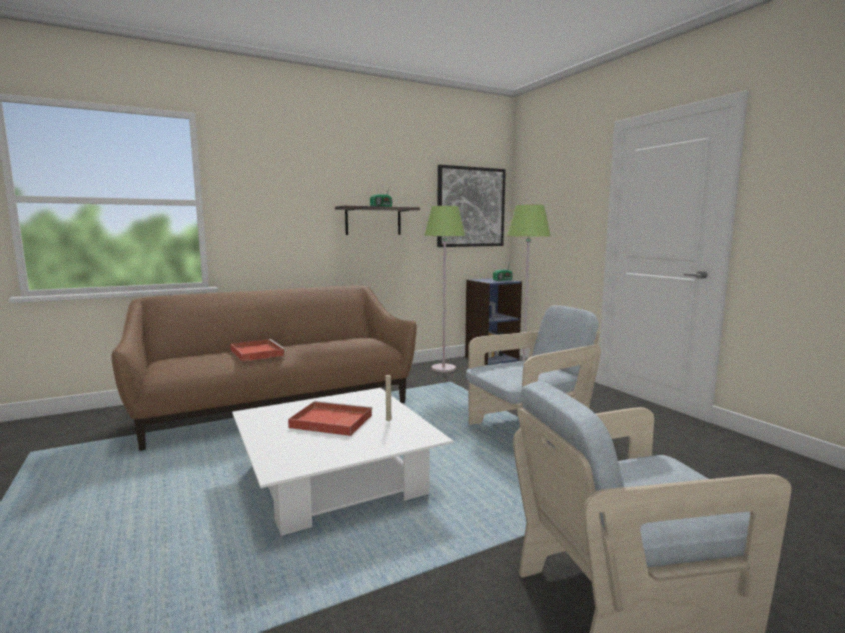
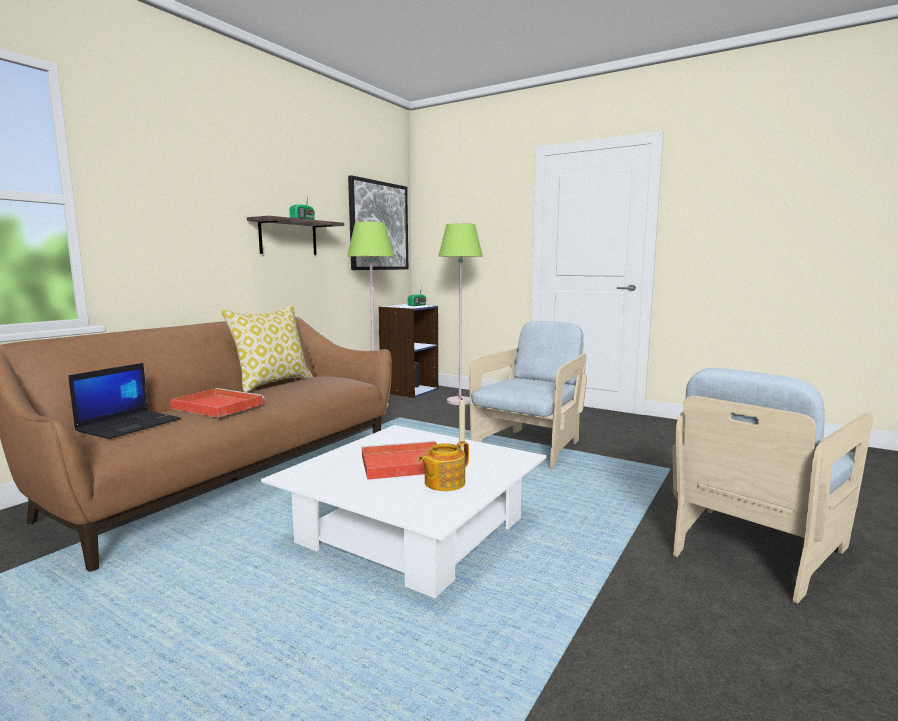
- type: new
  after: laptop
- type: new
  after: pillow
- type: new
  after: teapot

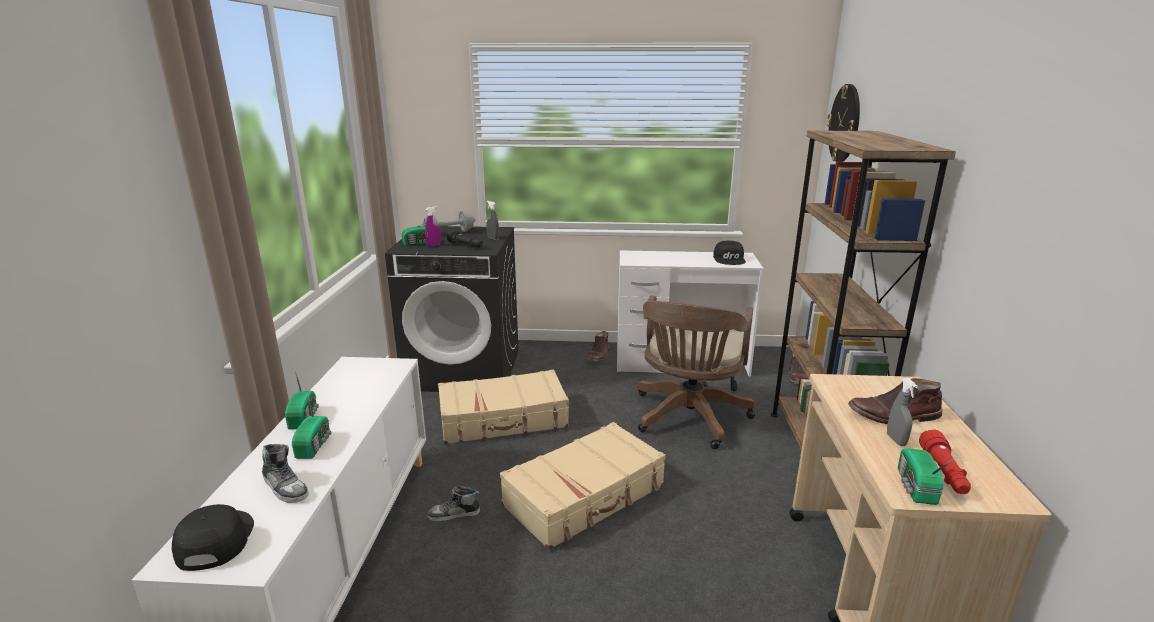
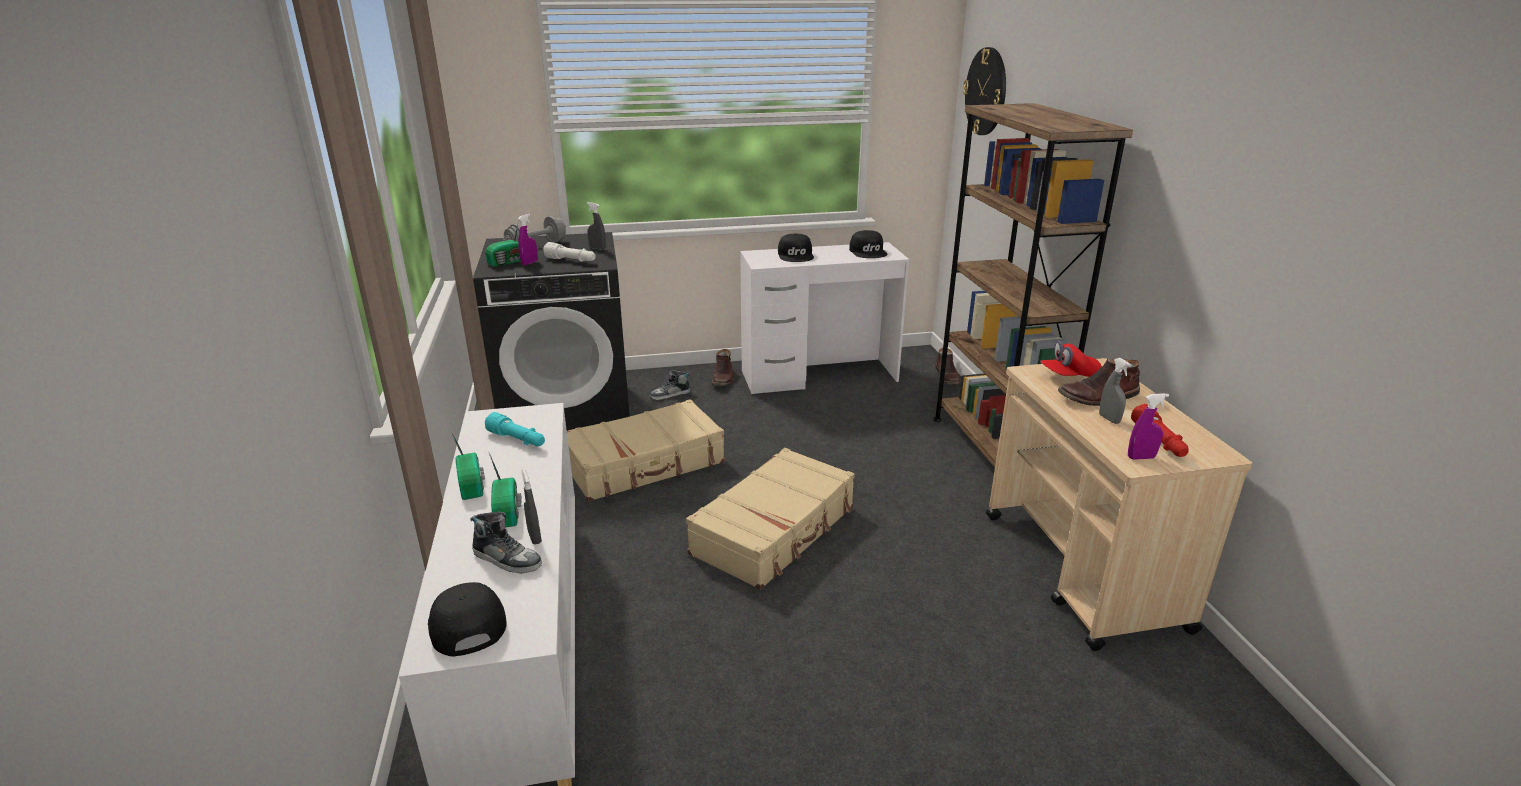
- type: shifted
  before: shoe (no. 2 from left)
- type: repainted
  before: black flashlight
  after: white flashlight
- type: gone
  before: brown office chair
- type: swapped
  before: radio (no. 4 from left)
  after: purple spray bottle (no. 2 from left)
- type: new
  after: turquoise flashlight
- type: new
  after: grey spray bottle (no. 1 from left)
- type: new
  after: black cap (no. 2 from left)
- type: new
  after: red cap

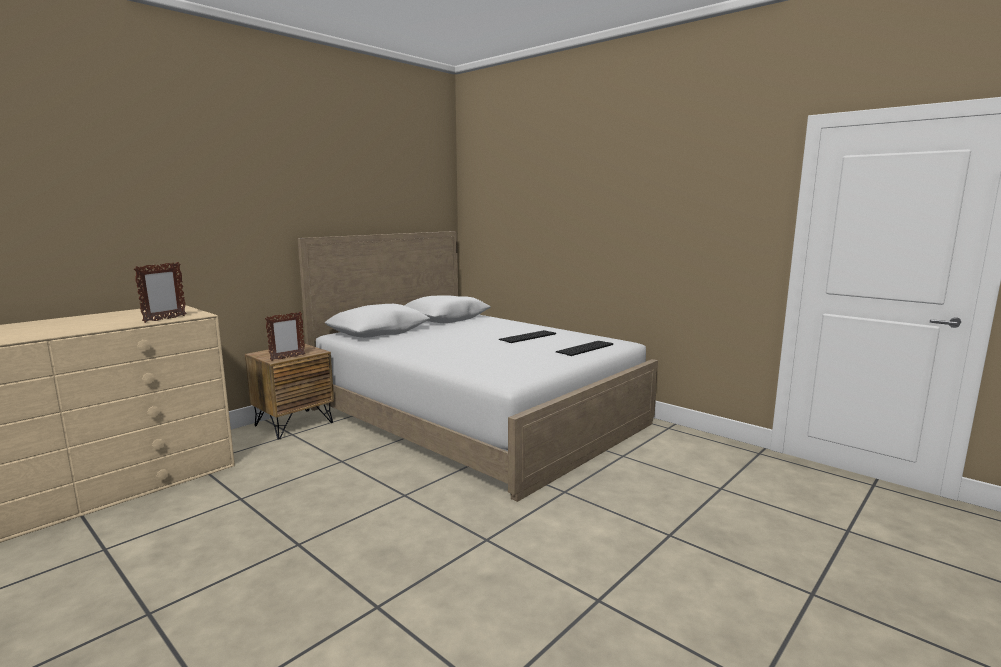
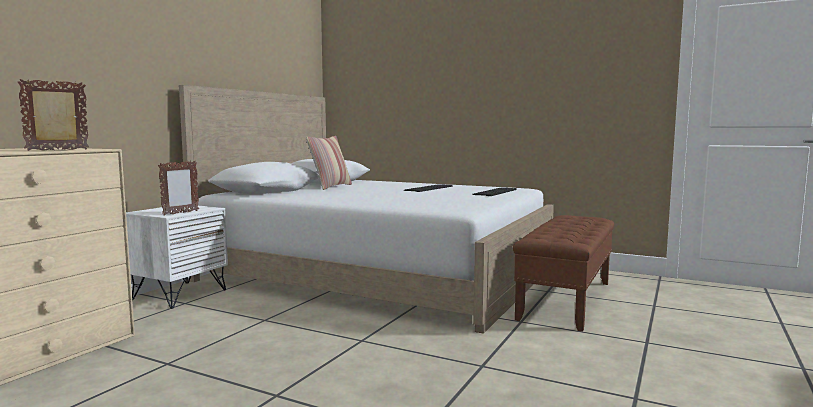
- type: rotated
  before: picture frame (no. 1 from left)
  turn: -135
- type: repainted
  before: brown nightstand
  after: white nightstand
- type: new
  after: pillow
- type: new
  after: brown bench

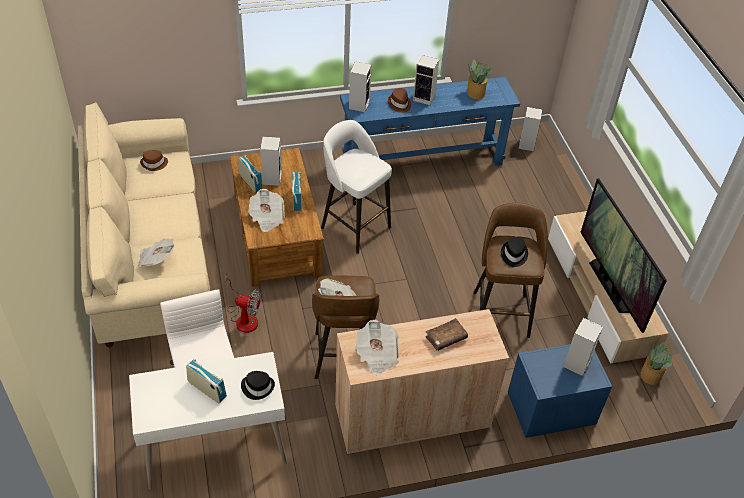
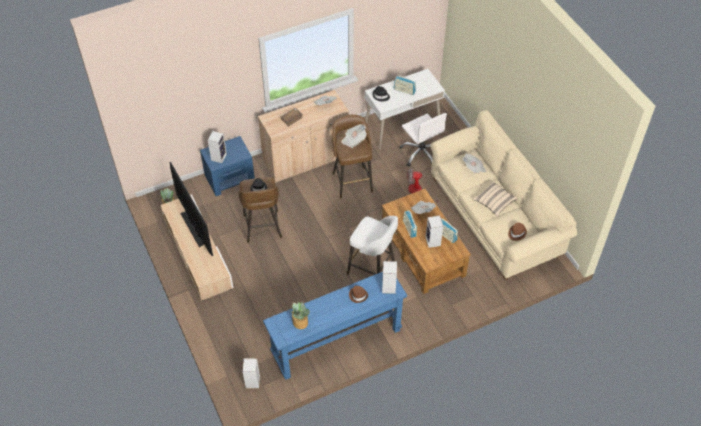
- type: gone
  before: speaker (no. 3 from left)
- type: new
  after: beige pillow

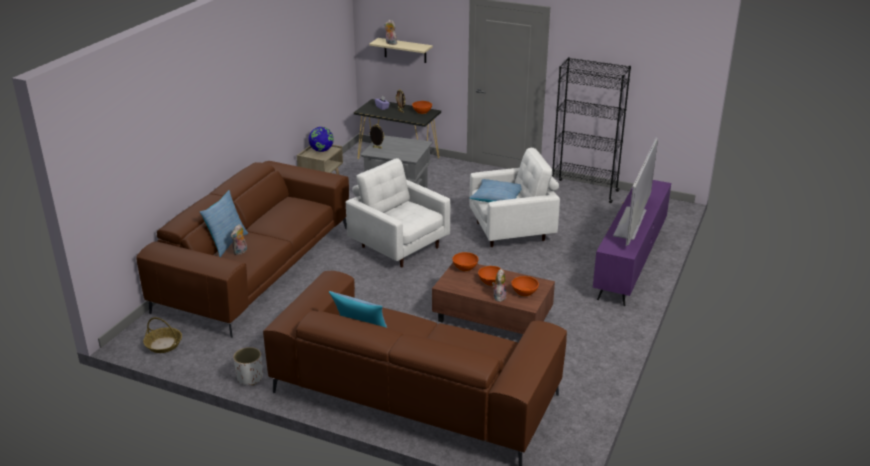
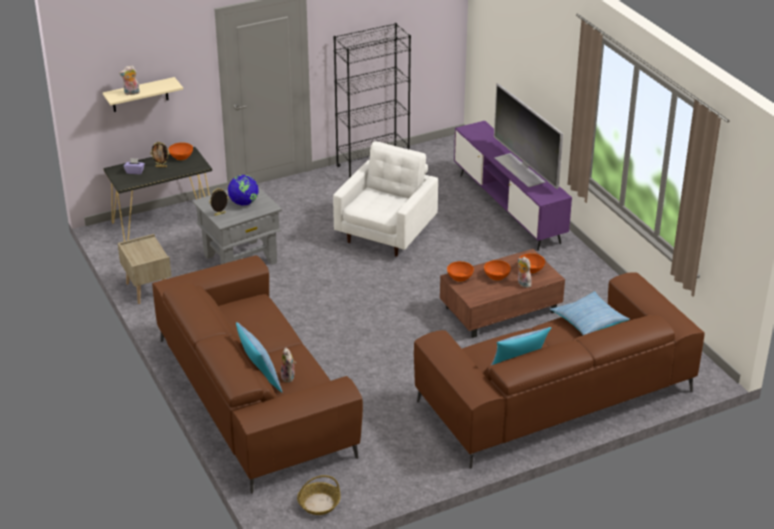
- type: gone
  before: white planter
- type: shifted
  before: globe
- type: gone
  before: white armchair (no. 1 from left)
- type: shifted
  before: pillow (no. 3 from left)

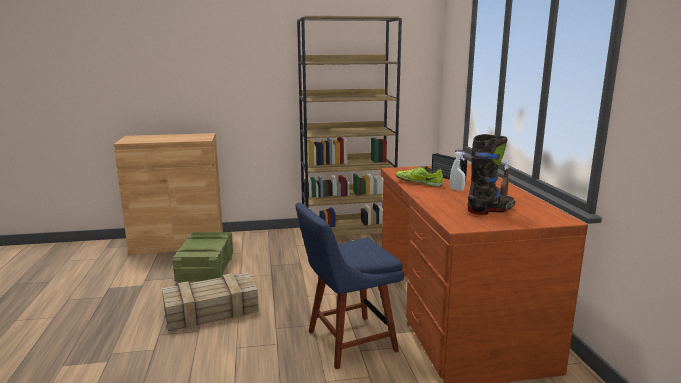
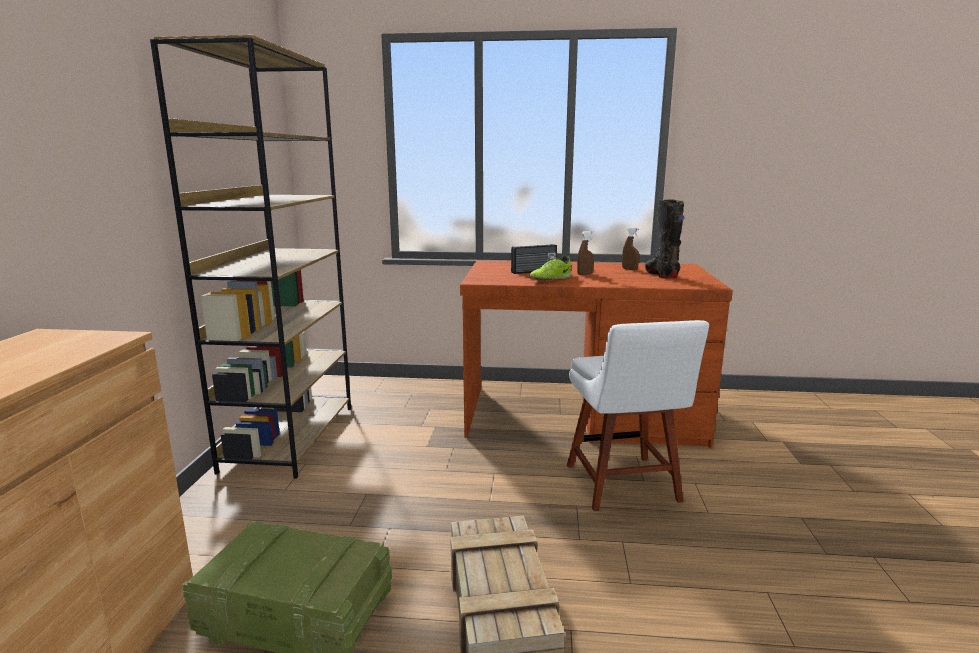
- type: repainted
  before: blue chair
  after: white chair
- type: repainted
  before: white spray bottle
  after: brown spray bottle (no. 1 from left)

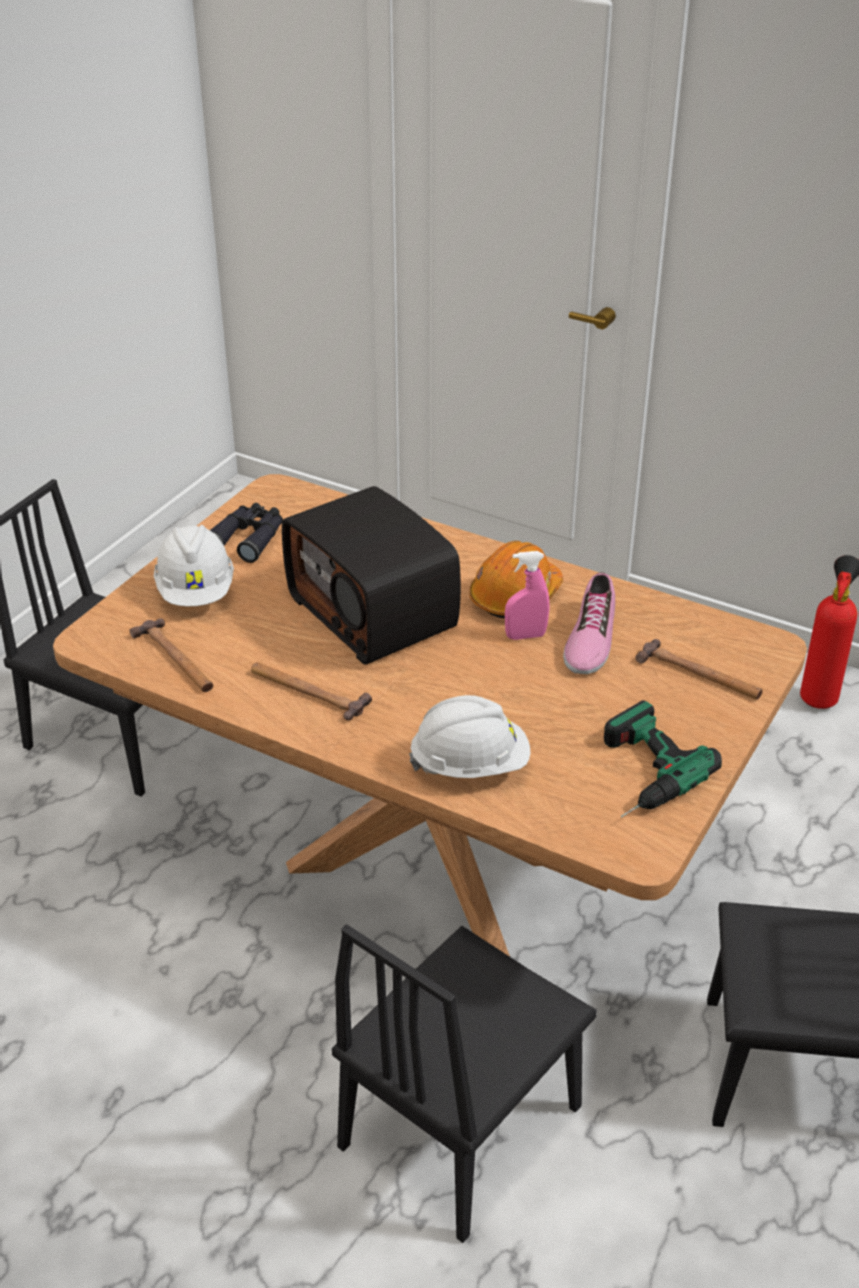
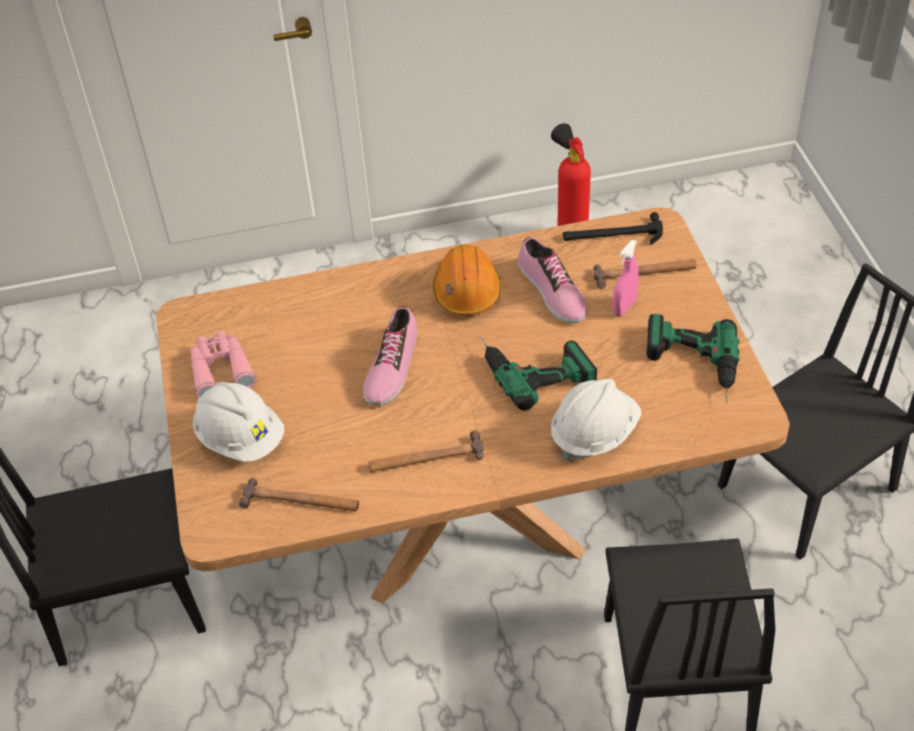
- type: repainted
  before: black binoculars
  after: pink binoculars
- type: swapped
  before: radio
  after: shoe (no. 1 from left)
- type: shifted
  before: pink spray bottle
- type: new
  after: power drill (no. 1 from left)
- type: new
  after: hammer (no. 3 from left)

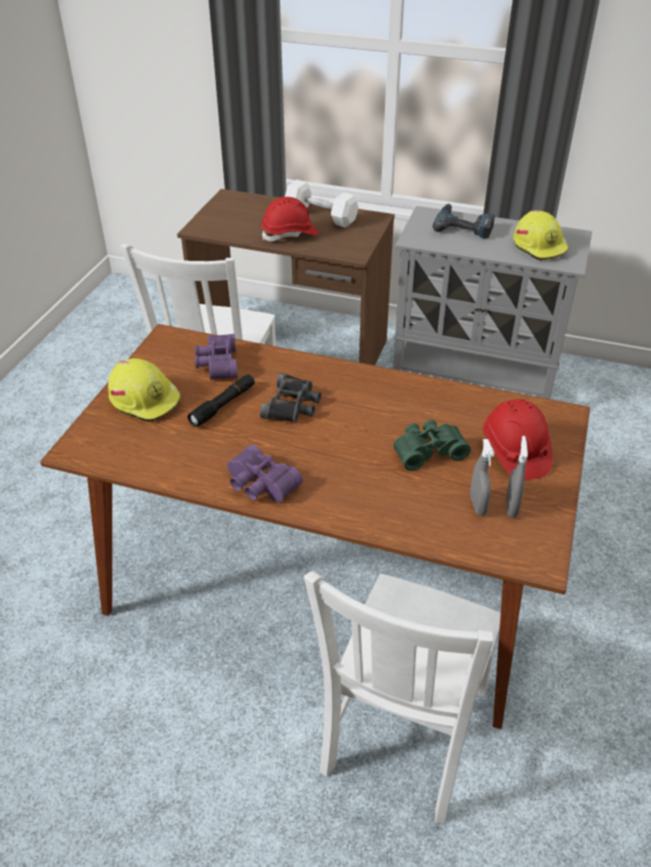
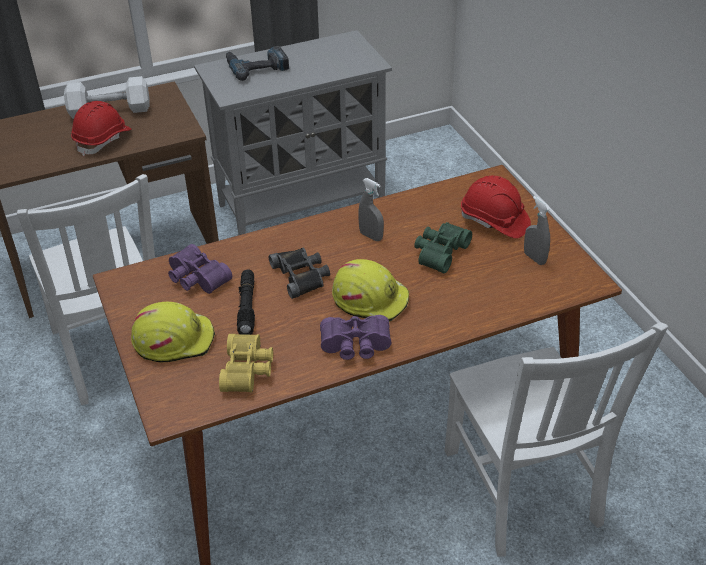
- type: shifted
  before: grey spray bottle (no. 1 from left)
- type: shifted
  before: yellow hard hat (no. 2 from left)
- type: new
  after: yellow binoculars

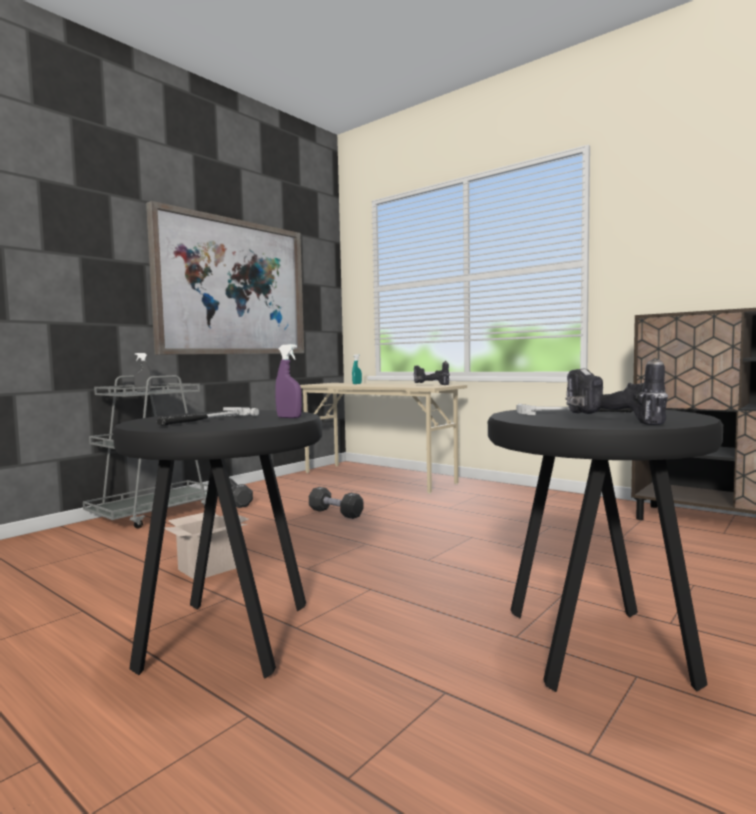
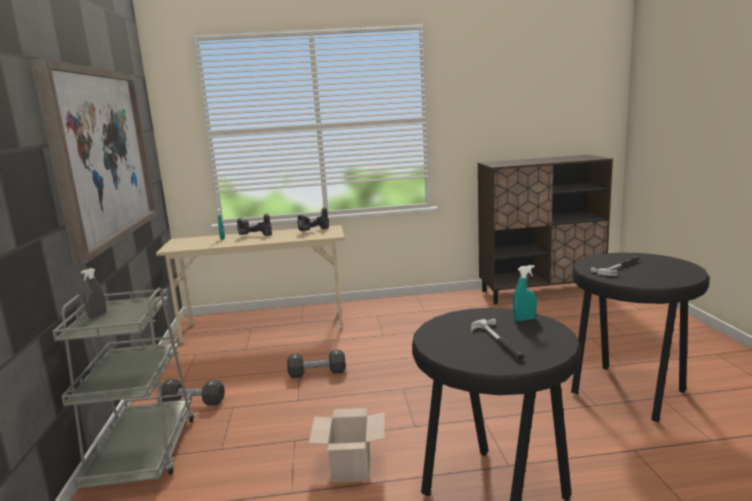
- type: repainted
  before: purple spray bottle
  after: turquoise spray bottle (no. 2 from left)
- type: shifted
  before: power drill (no. 2 from left in the first image)
  after: power drill (no. 1 from left)

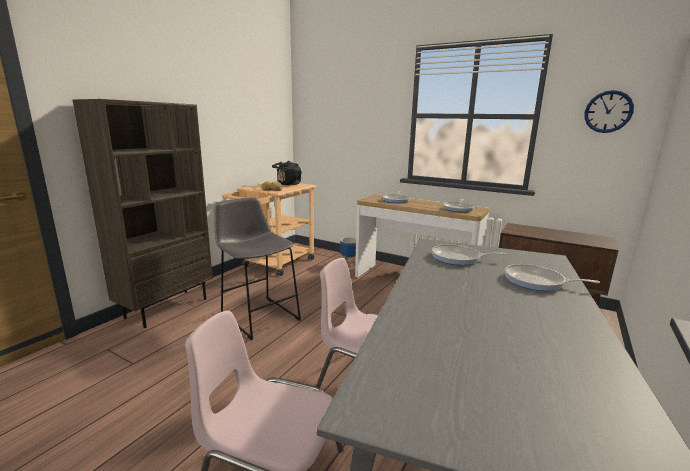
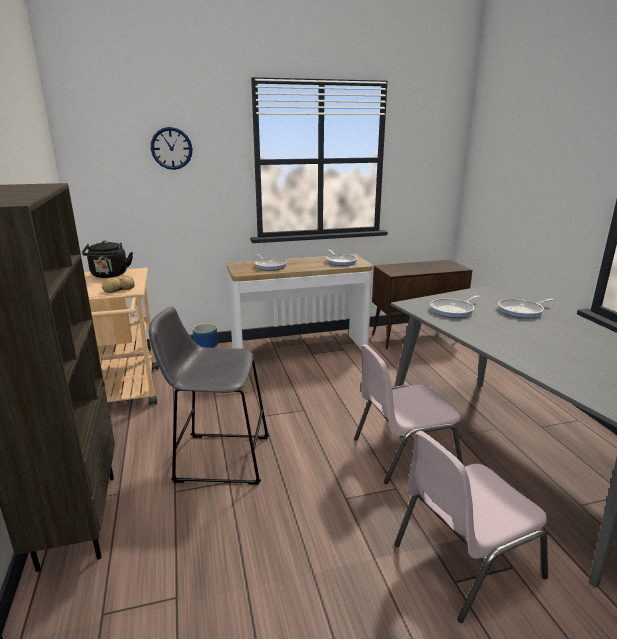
- type: shifted
  before: wall clock

